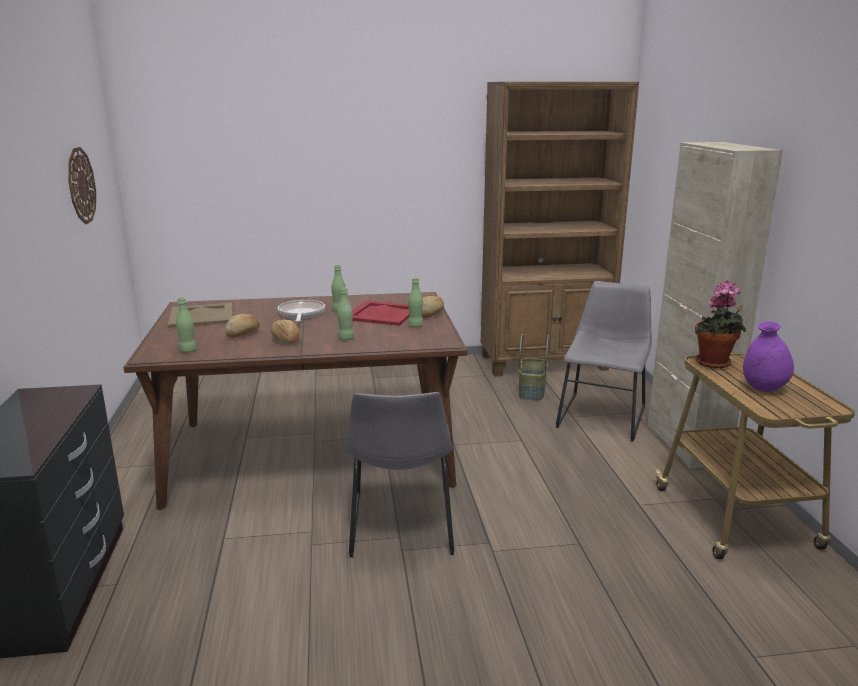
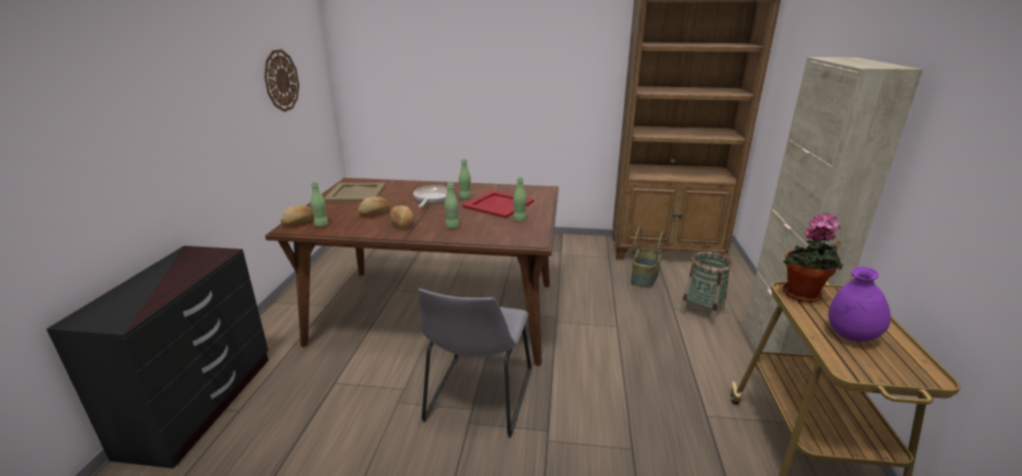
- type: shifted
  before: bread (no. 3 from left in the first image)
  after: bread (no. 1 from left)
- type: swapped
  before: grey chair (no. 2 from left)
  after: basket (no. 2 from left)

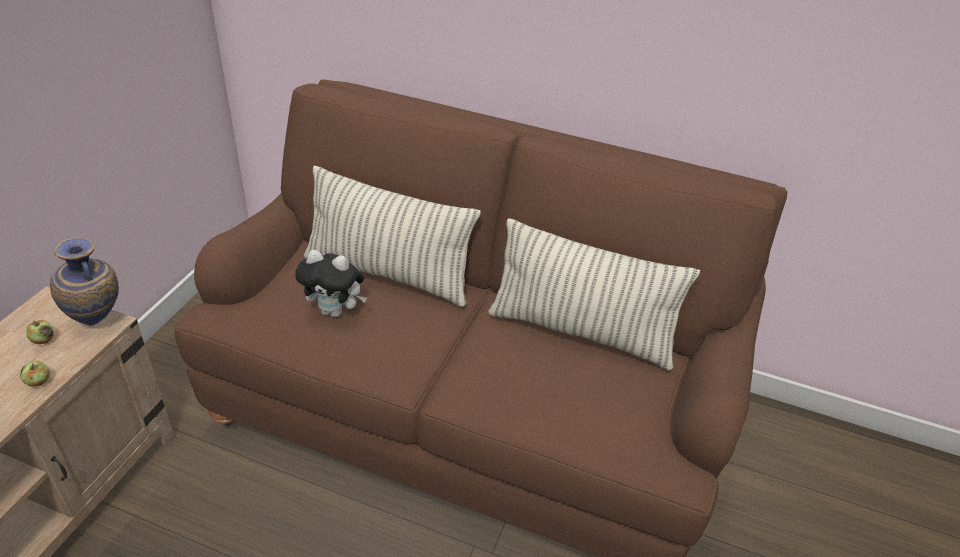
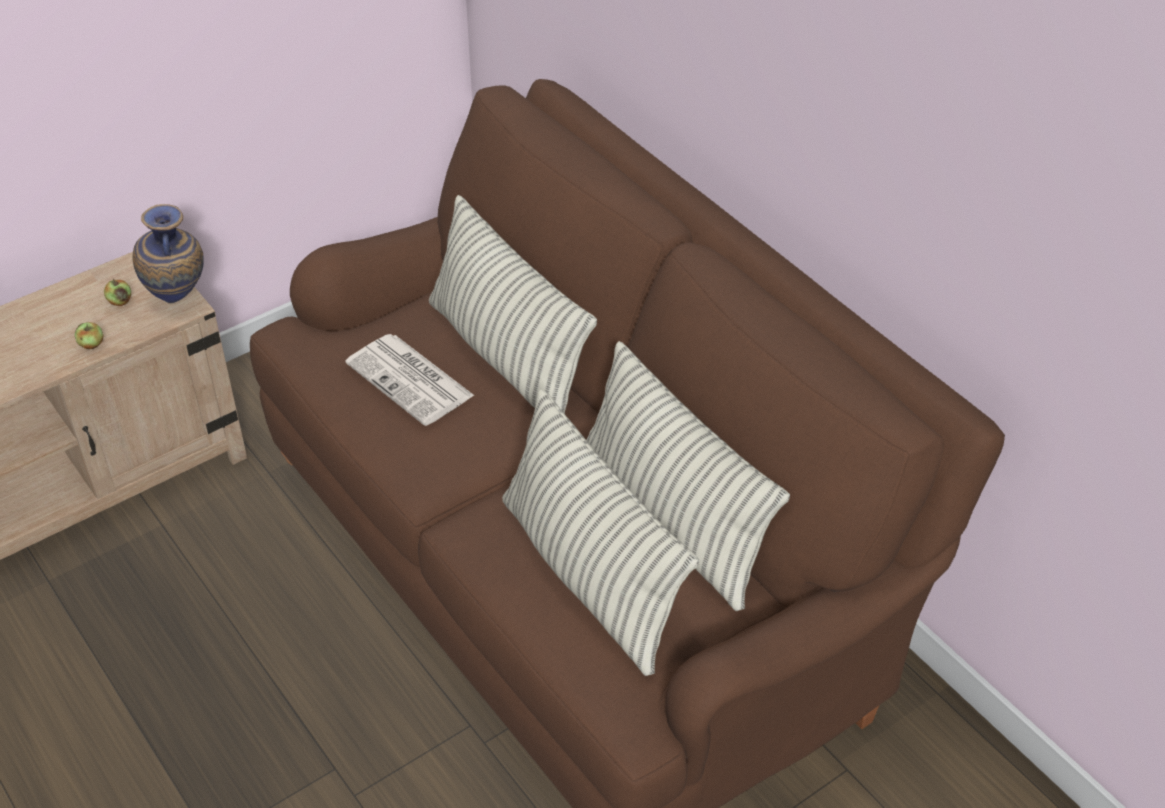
- type: swapped
  before: plush toy
  after: newspaper
- type: new
  after: pillow (no. 2 from left)

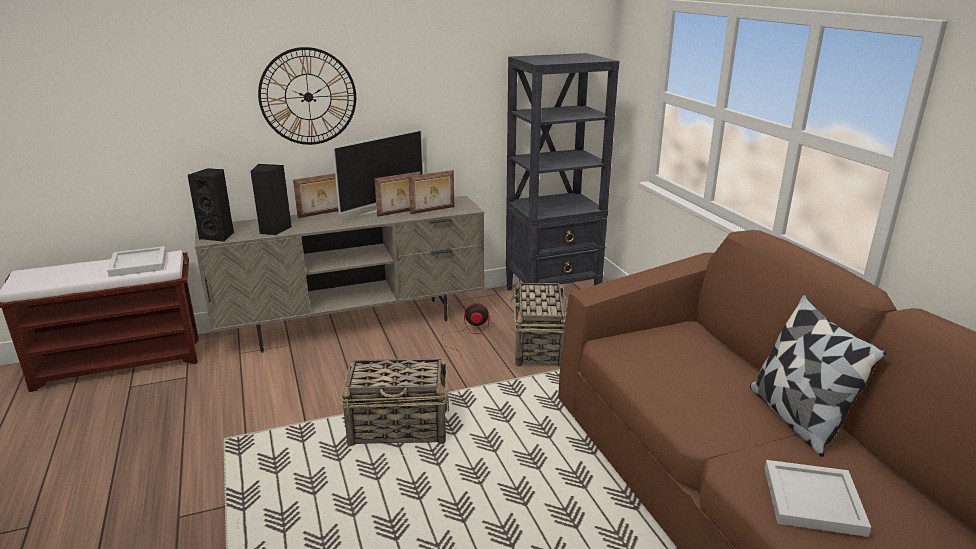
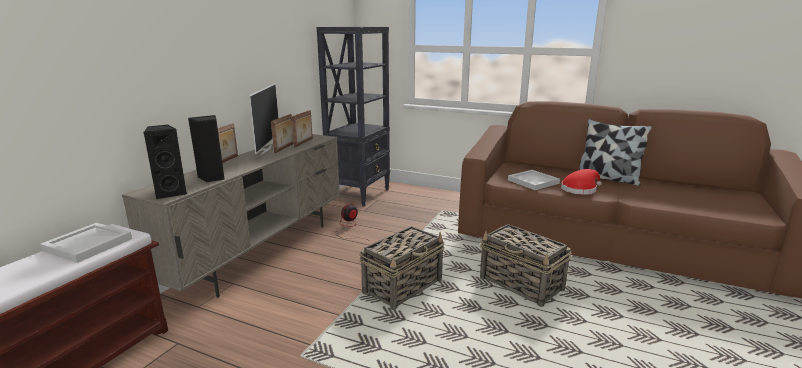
- type: gone
  before: wall clock
- type: shifted
  before: basket (no. 2 from left)
- type: shifted
  before: white tray (no. 2 from left)
- type: new
  after: red hat

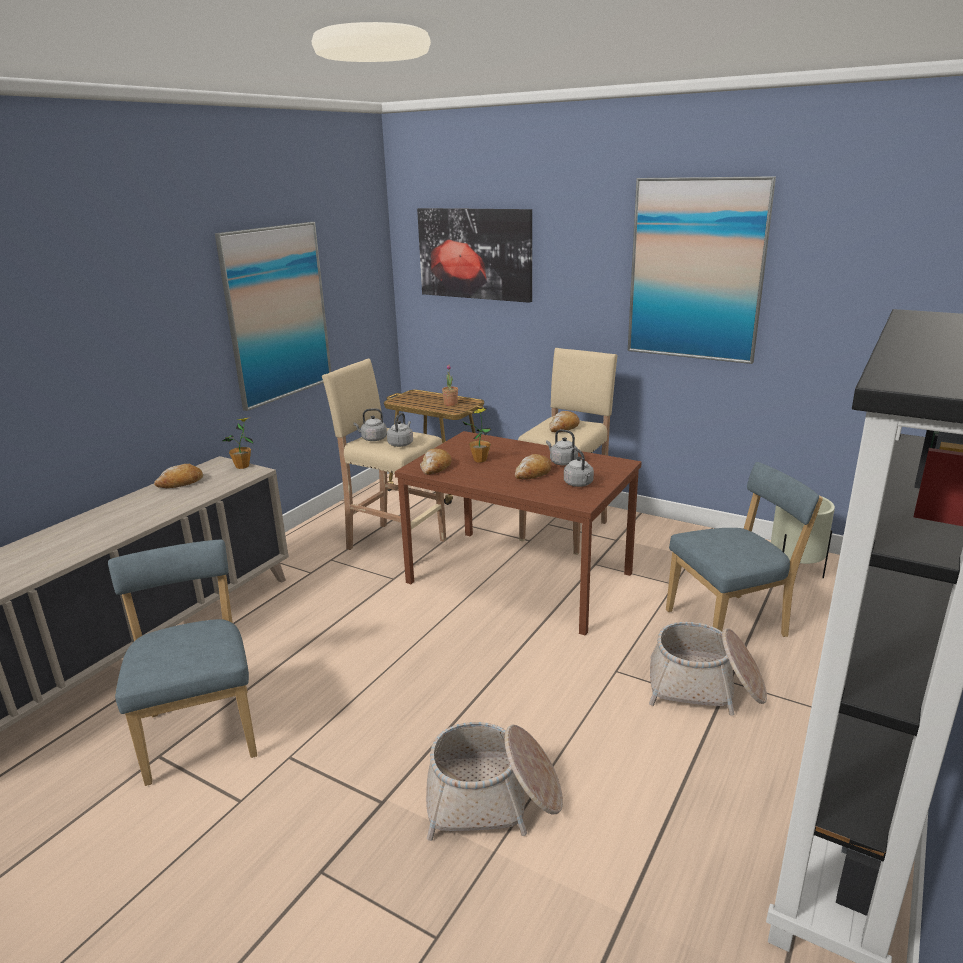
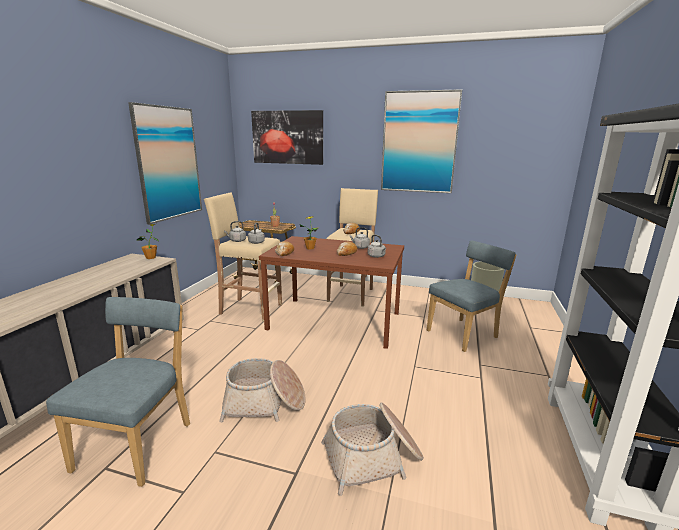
- type: rotated
  before: blue chair (no. 1 from left)
  turn: 45
- type: gone
  before: bread (no. 1 from left)
- type: shifted
  before: basket (no. 2 from left in the first image)
  after: basket (no. 1 from left)

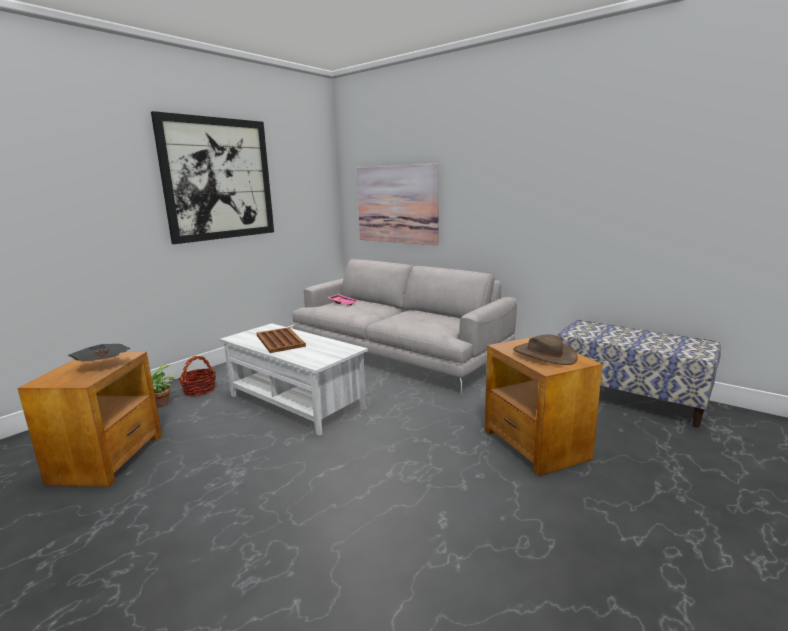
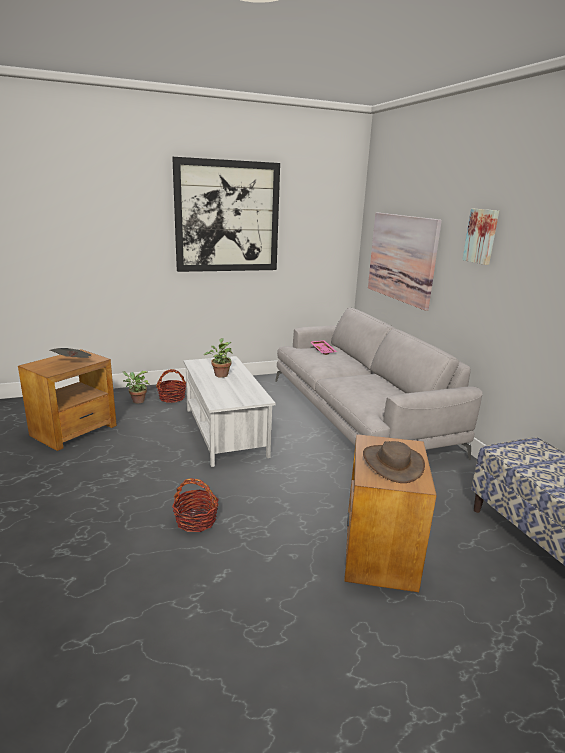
- type: swapped
  before: brown tray
  after: potted plant (no. 2 from left)
- type: new
  after: basket (no. 2 from left)
- type: new
  after: picture (no. 3 from left)

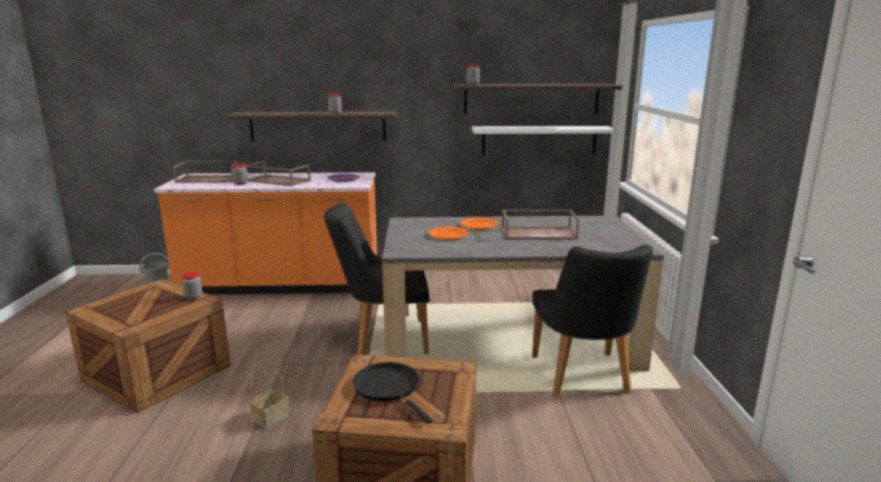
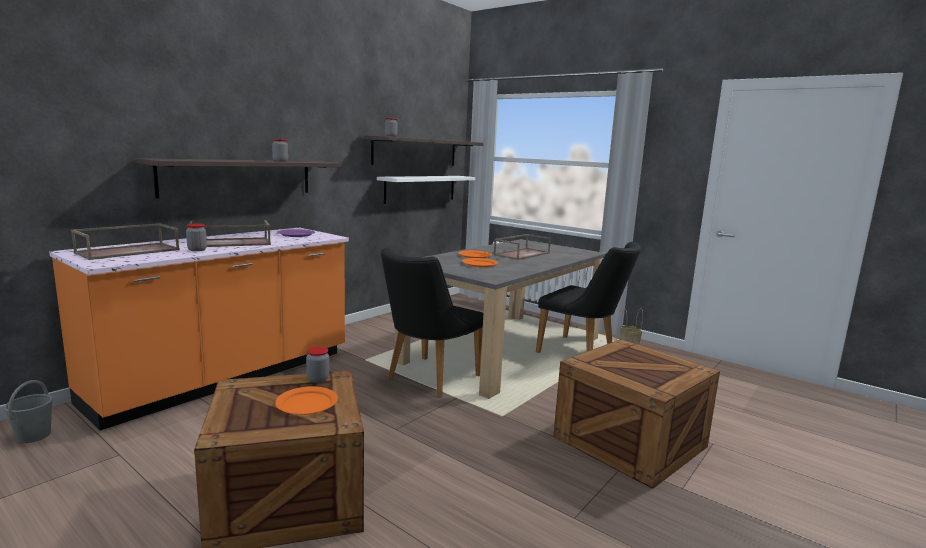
- type: shifted
  before: basket
- type: gone
  before: black frying pan
- type: new
  after: orange plate (no. 1 from left)

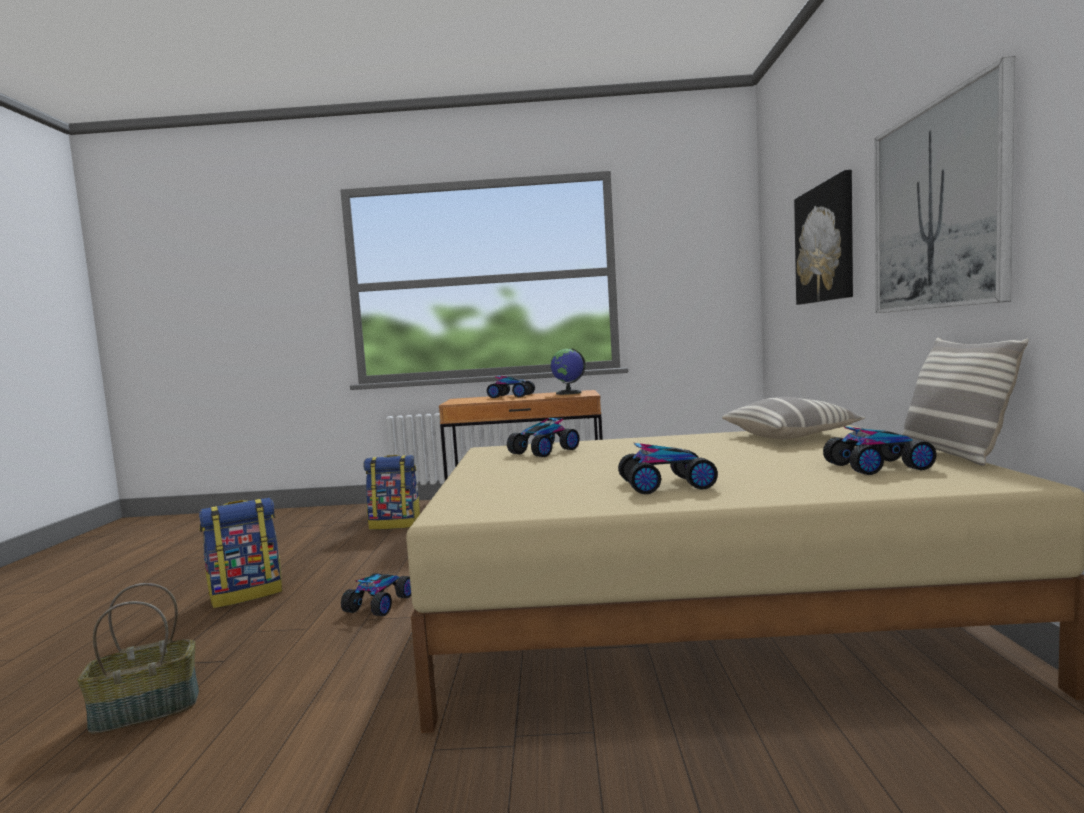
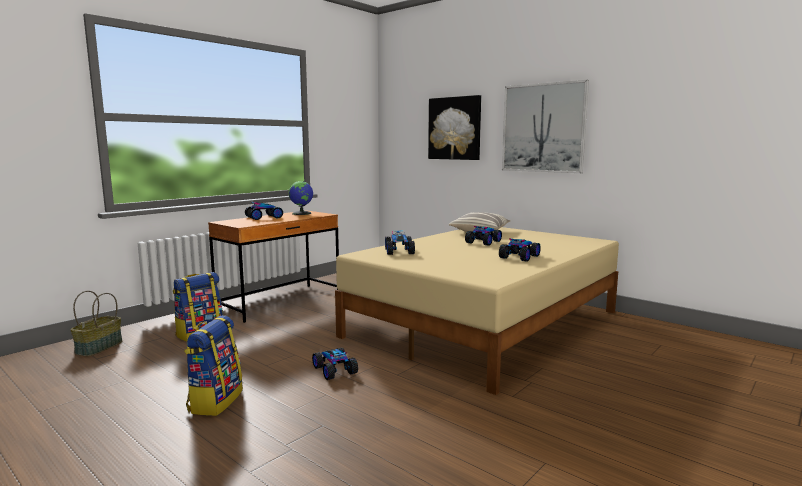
- type: shifted
  before: basket
- type: shifted
  before: toy car (no. 5 from left in the first image)
  after: toy car (no. 4 from left)
- type: gone
  before: pillow (no. 2 from left)

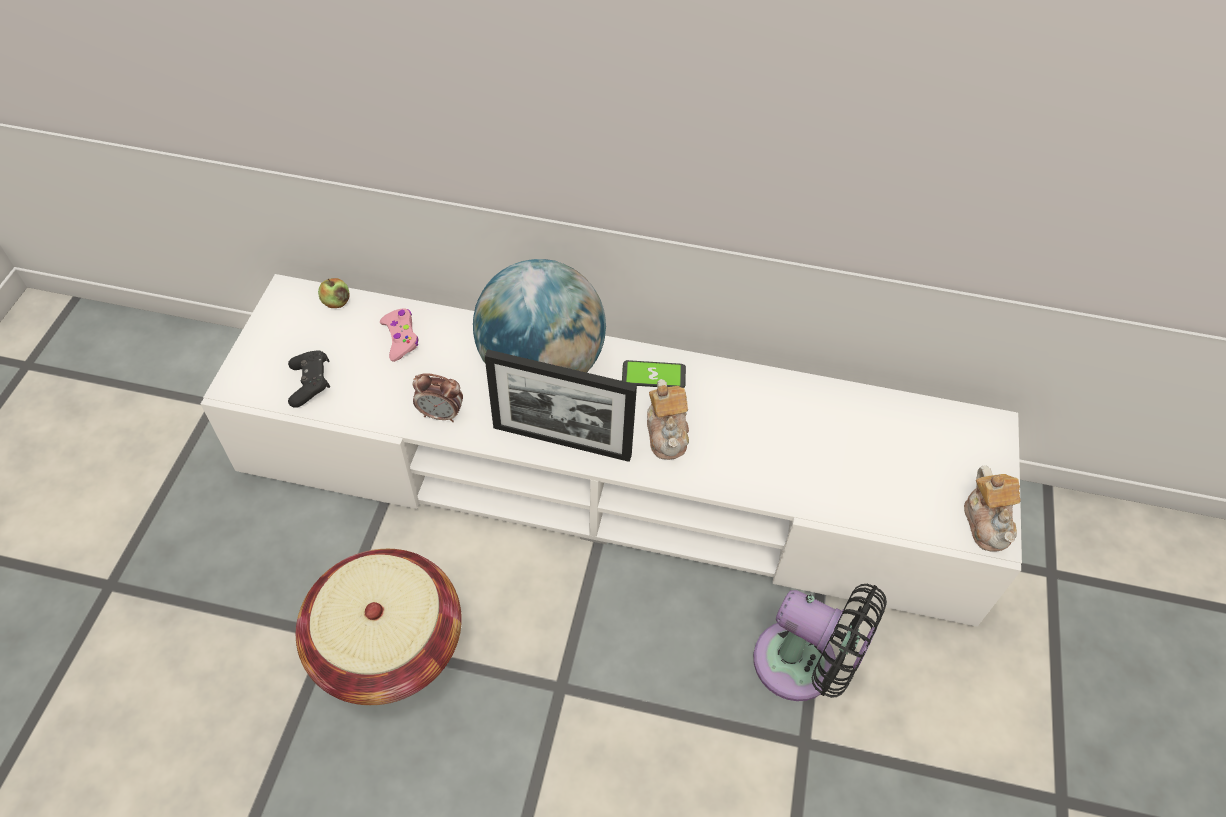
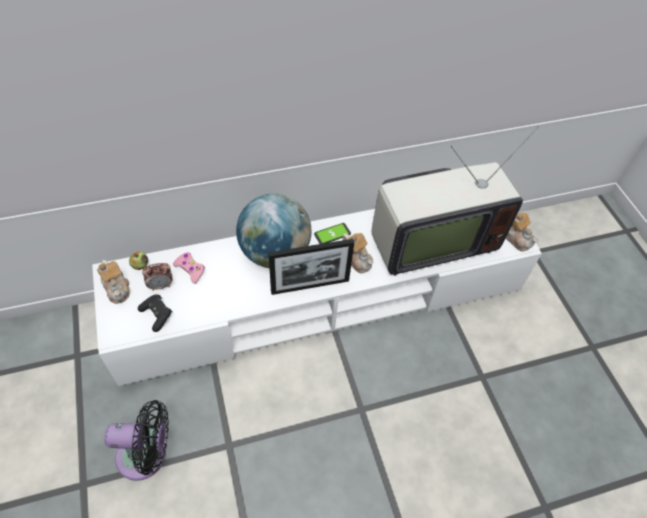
- type: gone
  before: basket
- type: shifted
  before: alarm clock
- type: shifted
  before: black fan
- type: new
  after: teapot (no. 1 from left)
- type: new
  after: television

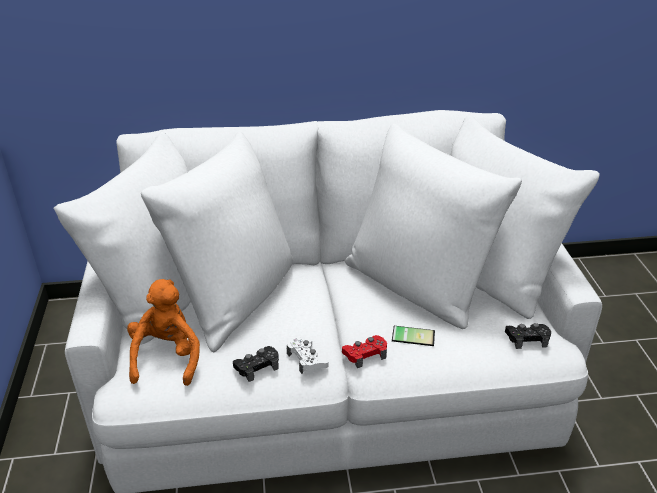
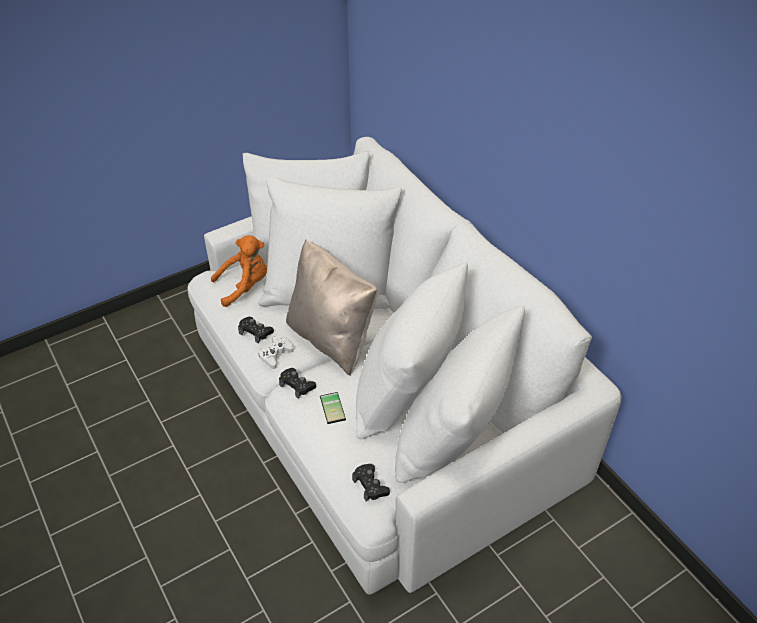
- type: repainted
  before: red game controller
  after: black game controller (no. 2 from left)
- type: new
  after: beige pillow

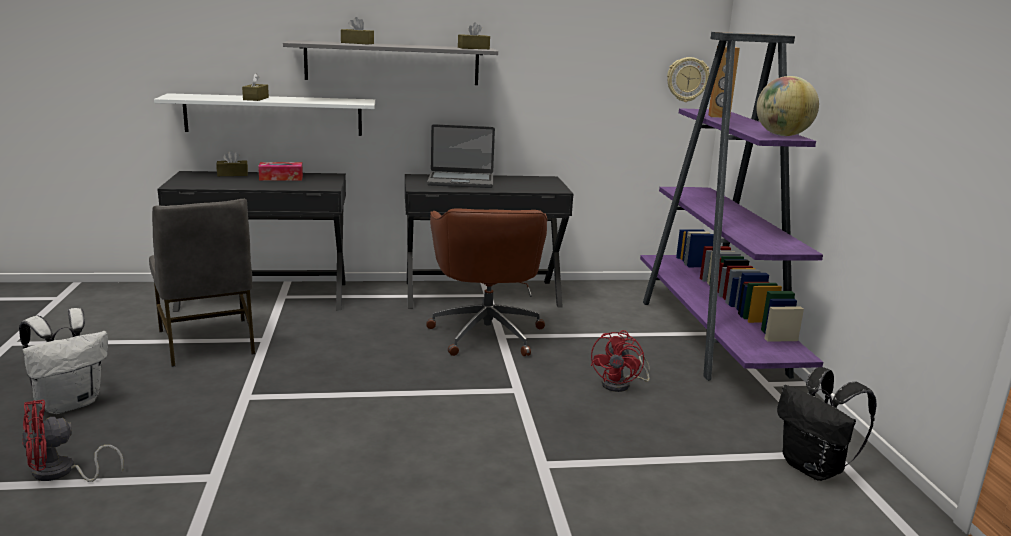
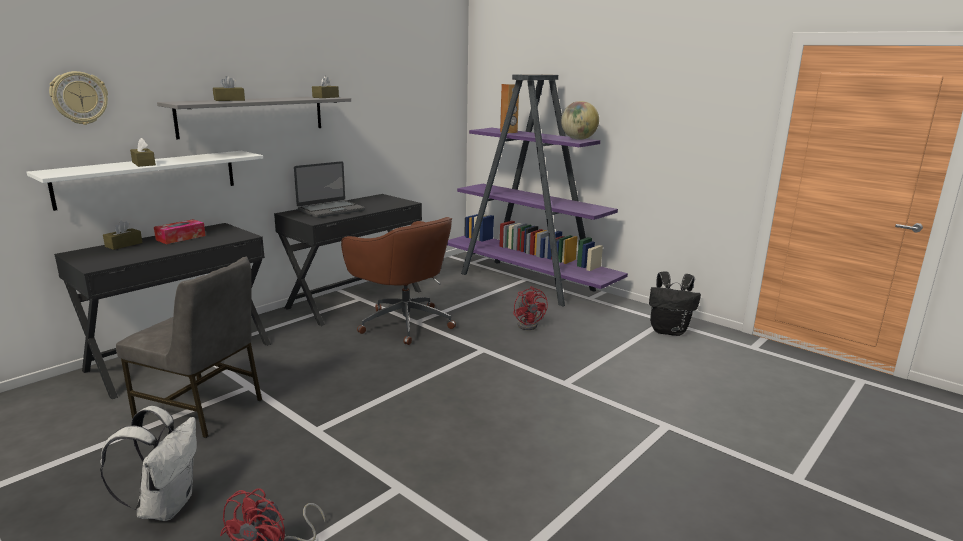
- type: shifted
  before: wall clock

